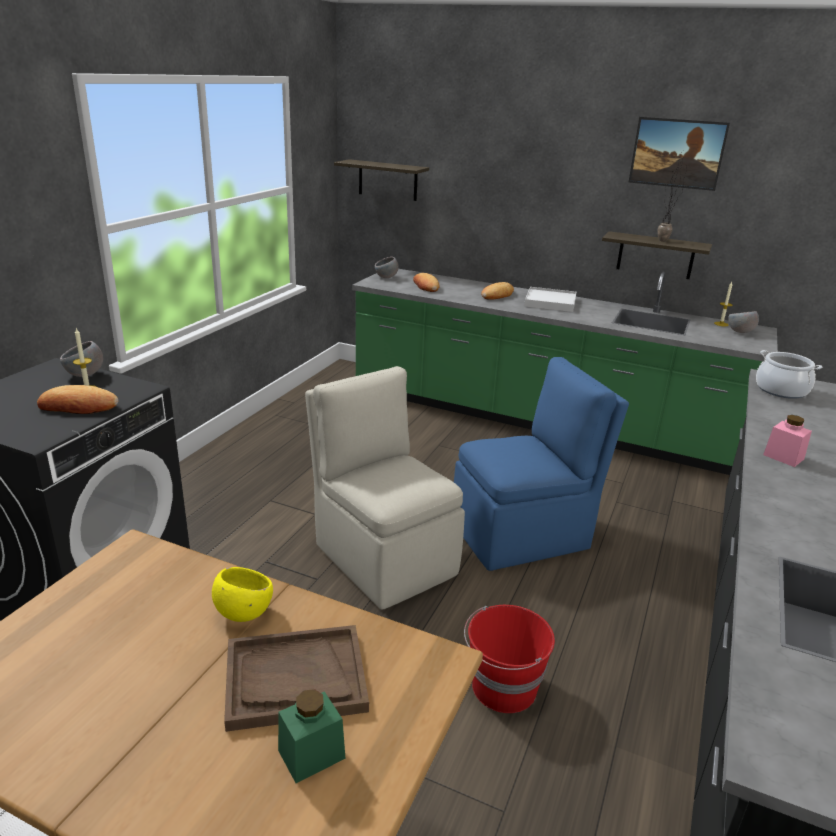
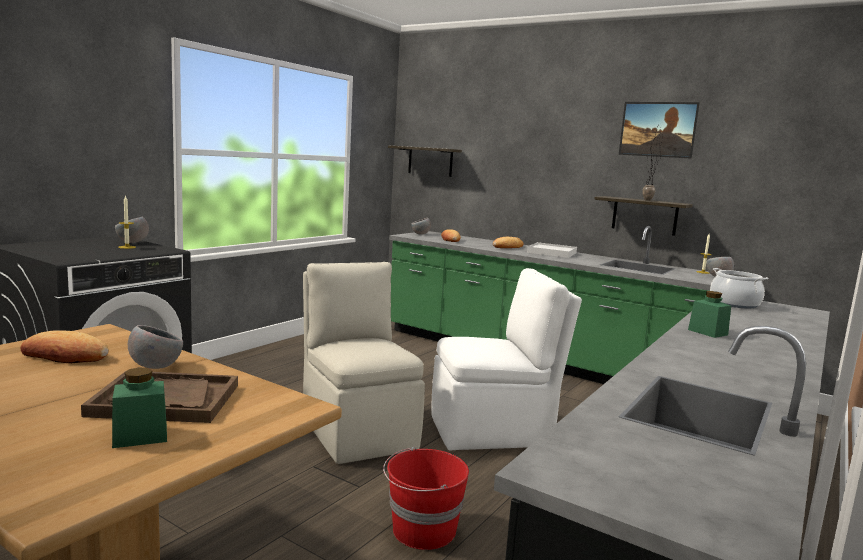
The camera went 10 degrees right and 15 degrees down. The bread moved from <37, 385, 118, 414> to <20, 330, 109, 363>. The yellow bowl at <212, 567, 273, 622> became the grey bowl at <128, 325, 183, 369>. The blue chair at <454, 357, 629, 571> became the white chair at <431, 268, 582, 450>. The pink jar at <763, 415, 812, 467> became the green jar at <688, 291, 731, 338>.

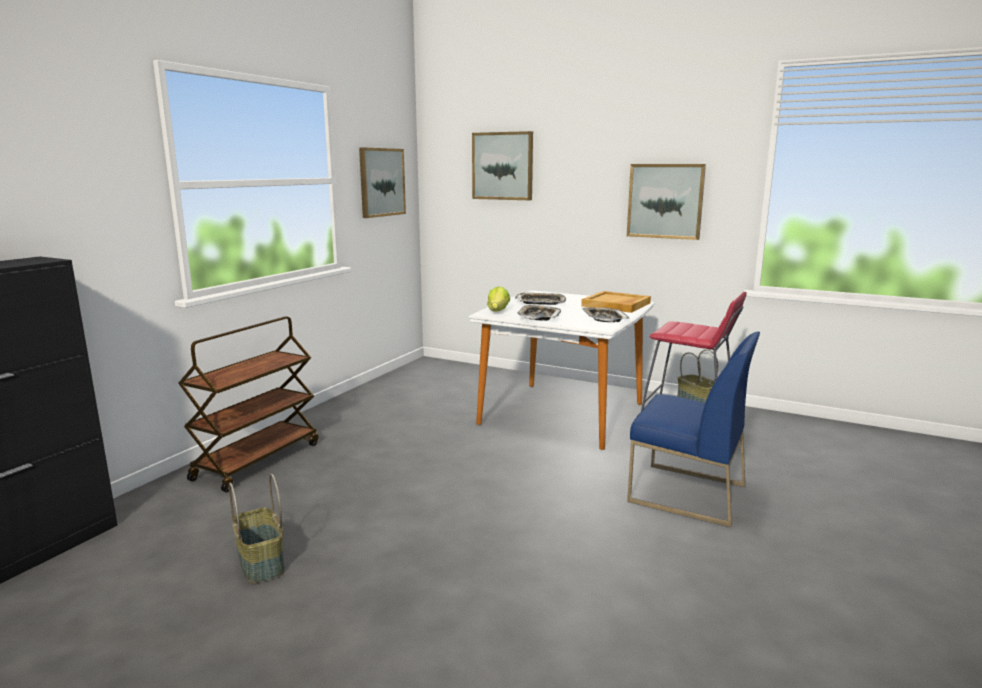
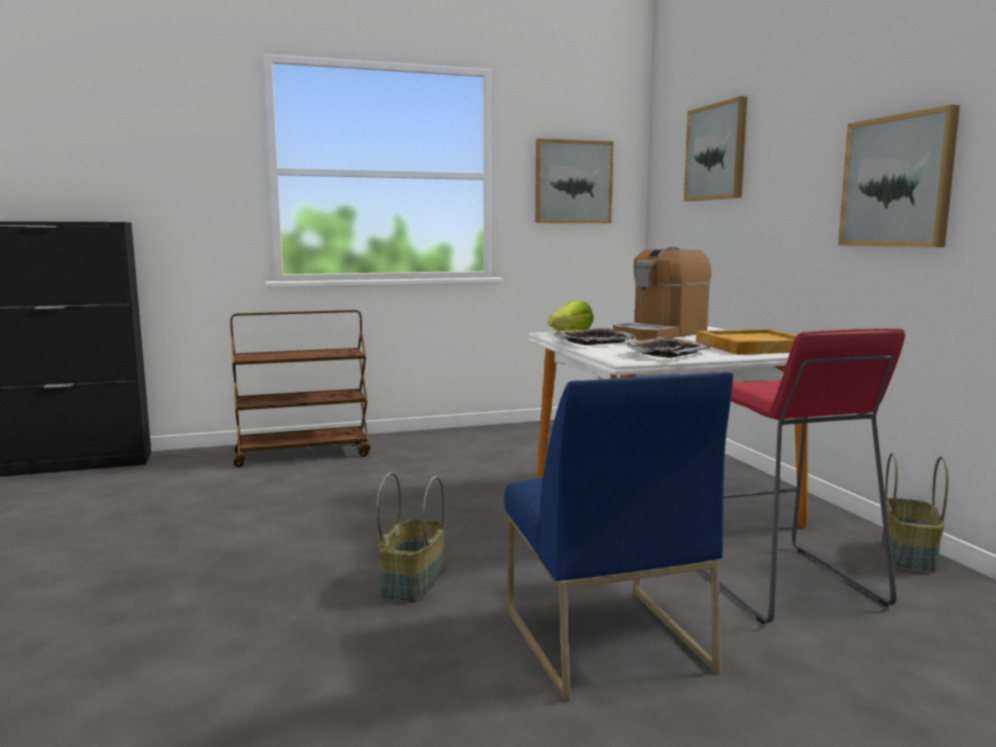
The camera went 45 degrees right and 5 degrees down. The basket moved from <229, 473, 285, 583> to <376, 472, 446, 602>. The tray at <515, 293, 566, 305> was replaced by the coffee machine at <613, 247, 712, 340>.

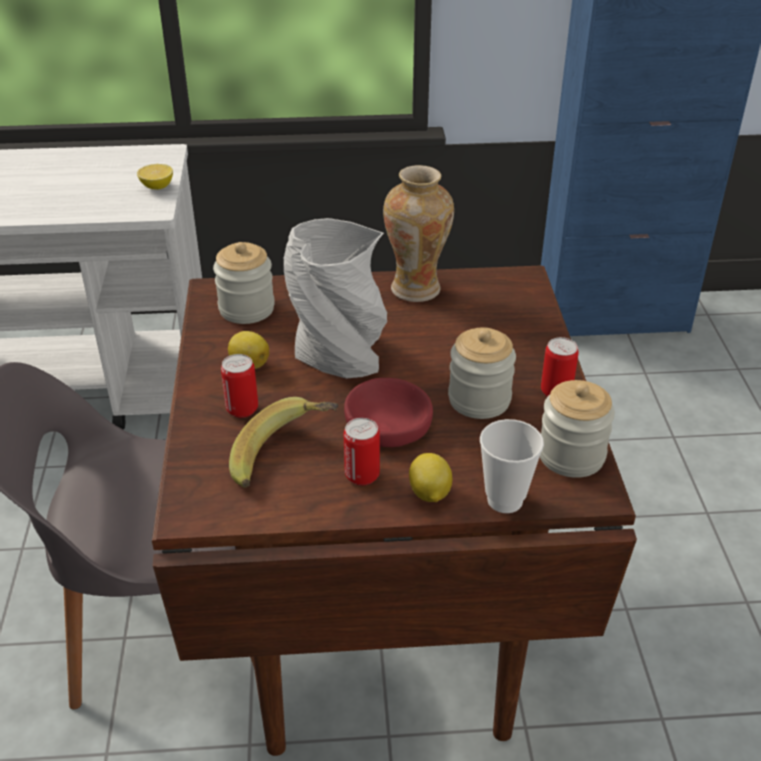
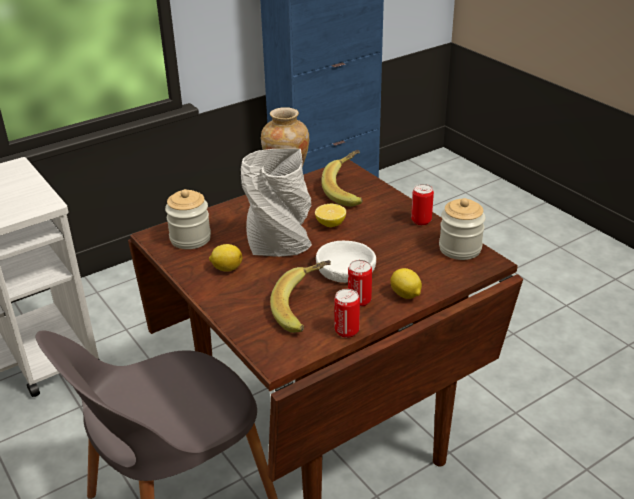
The camera went 30 degrees left and 5 degrees down. The lemon moved from <137, 164, 173, 190> to <315, 204, 346, 227>. The red bowl at <344, 378, 433, 447> became the white bowl at <316, 241, 376, 283>. The banana at <321, 150, 363, 207> appeared. The can moved from <221, 354, 258, 418> to <334, 289, 360, 338>. The jar at <448, 328, 516, 419> disappeared. The cup at <480, 419, 544, 513> disappeared.

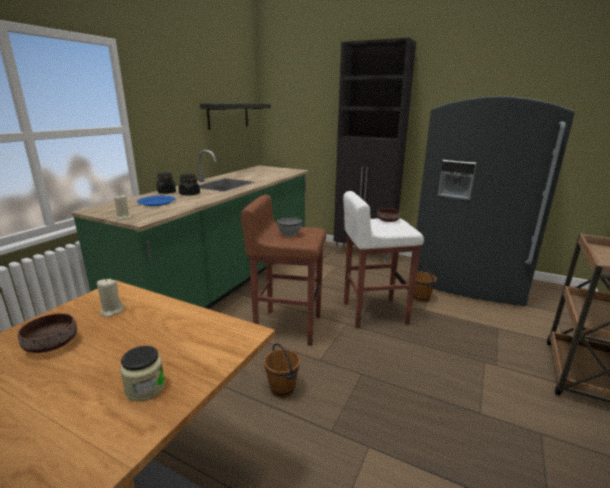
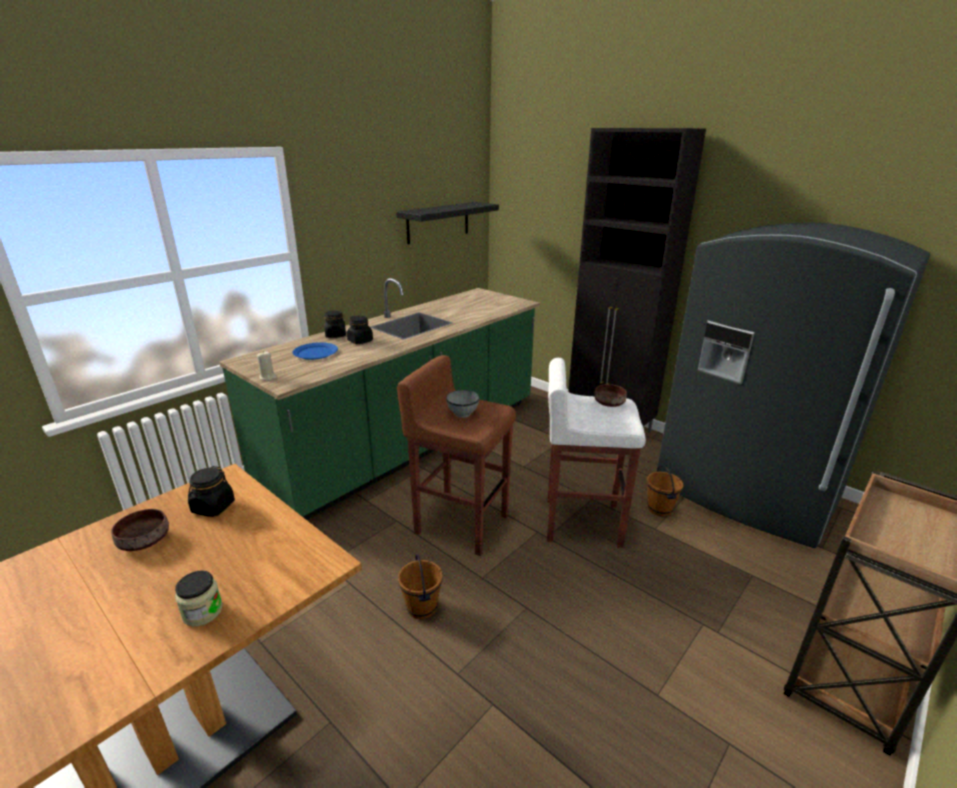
The camera went 15 degrees right and 5 degrees up. The beige candle at <97, 278, 125, 317> was replaced by the black jar at <188, 466, 235, 517>.

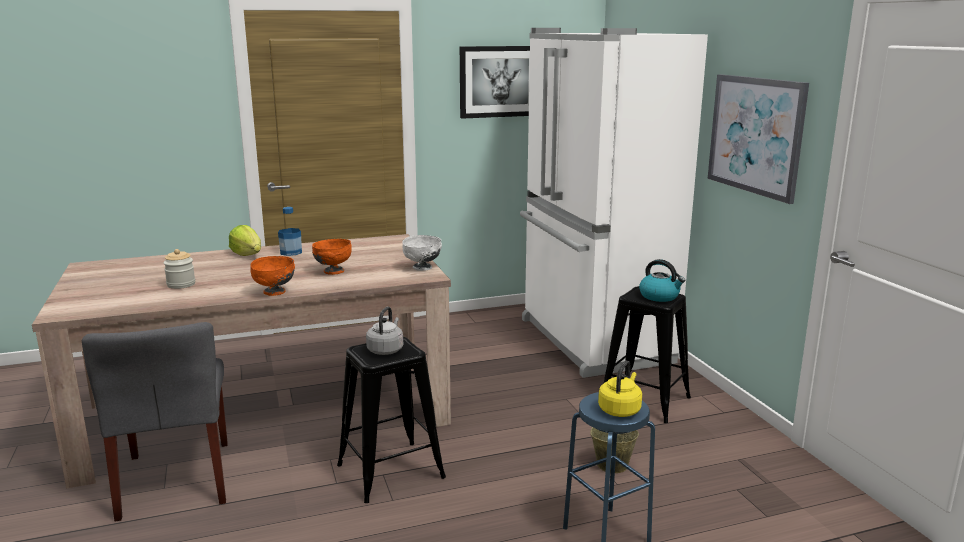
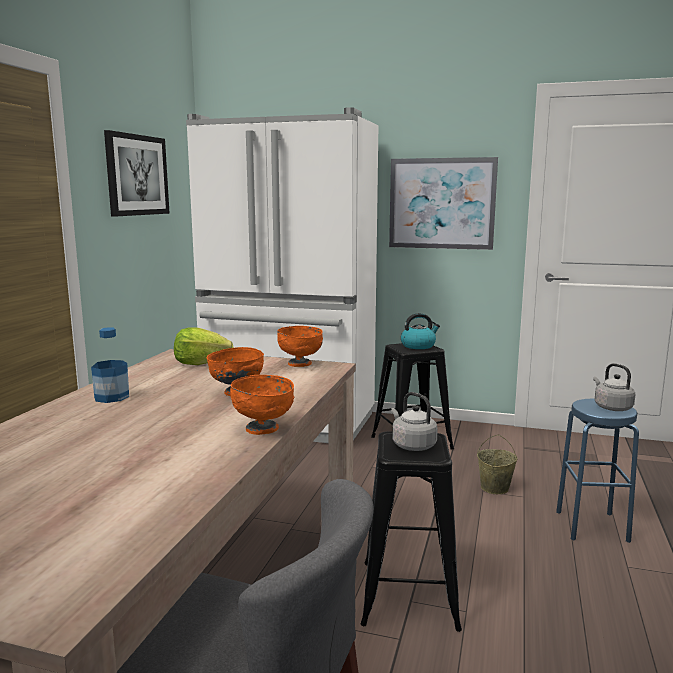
The camera went 55 degrees left and 5 degrees down. The lettuce moved from <229, 225, 261, 256> to <174, 327, 233, 365>. The white bowl at <402, 235, 442, 271> became the orange bowl at <277, 326, 323, 367>. The yellow kettle at <598, 361, 642, 417> became the grey kettle at <593, 363, 635, 411>. The jar at <163, 249, 195, 289> disappeared.

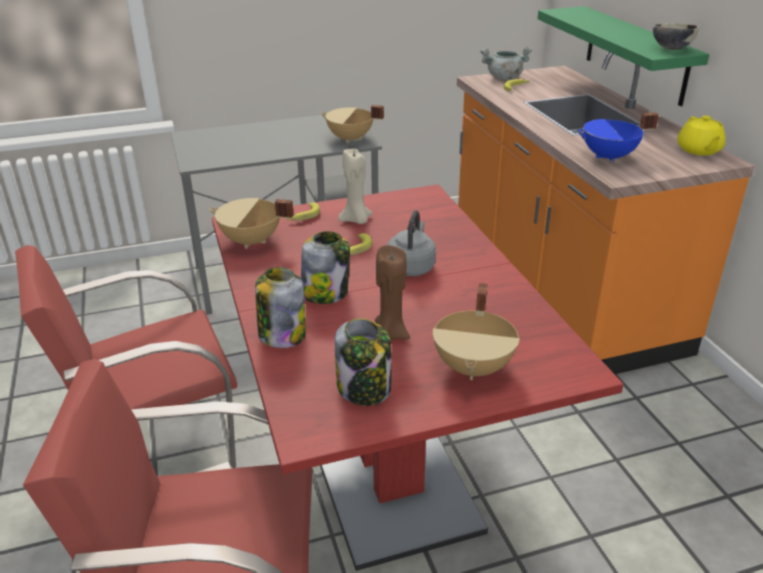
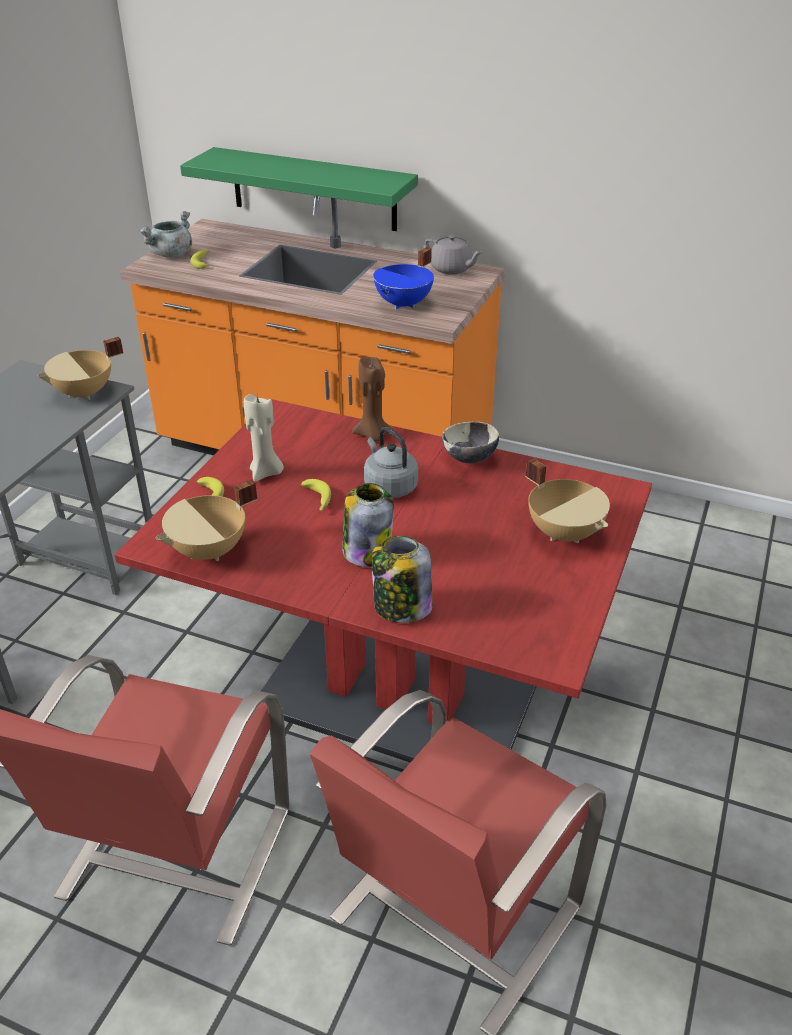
The camera went 50 degrees left and 5 degrees up. The brown candle moved from <375, 245, 410, 340> to <352, 357, 393, 442>. The yellow teapot at <677, 115, 725, 155> became the grey teapot at <425, 235, 483, 275>. The bowl moved from <653, 23, 699, 50> to <442, 422, 499, 464>. The jar at <335, 318, 391, 406> disappeared.

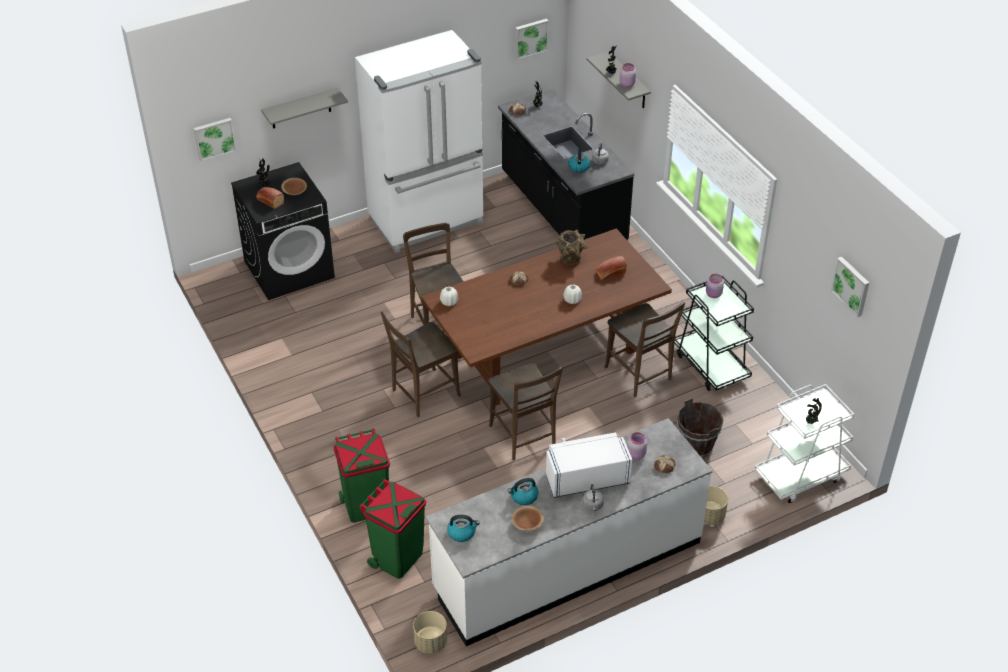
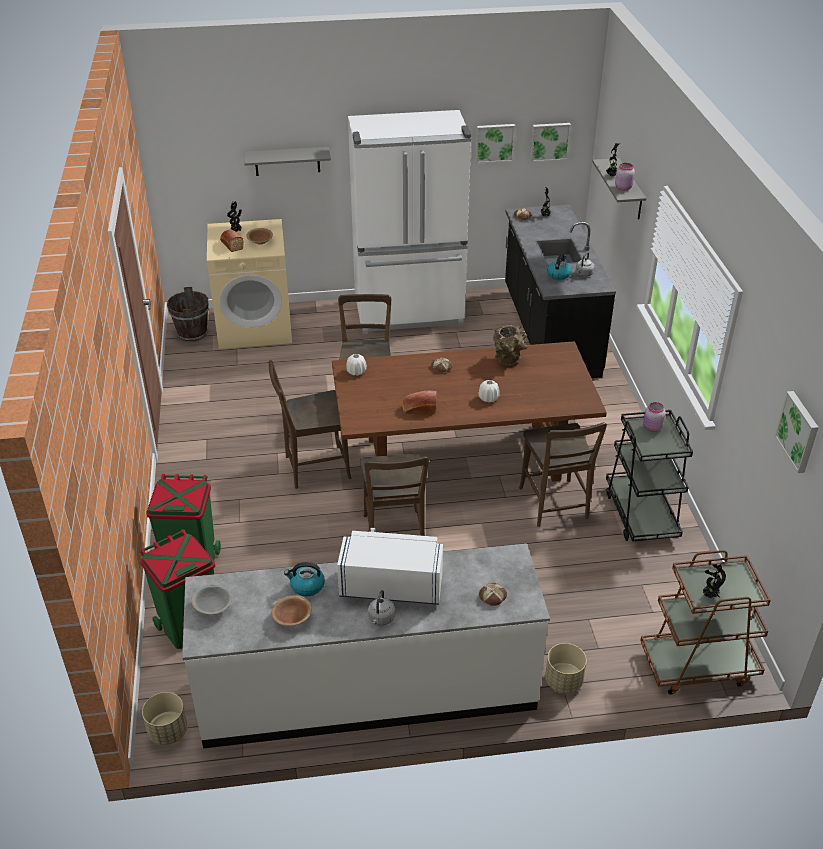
The camera went 20 degrees right and 5 degrees down. The brown bucket moved from <677, 398, 724, 458> to <167, 287, 209, 342>. The kettle at <447, 515, 480, 542> was replaced by the grey bowl at <191, 584, 232, 615>. The black washing machine at <231, 162, 335, 300> became the beige washing machine at <207, 219, 292, 349>. The bread moved from <596, 256, 627, 280> to <402, 390, 437, 414>. The picture moved from <194, 118, 237, 162> to <475, 124, 515, 164>. The white cart at <755, 384, 854, 503> became the brown cart at <640, 550, 771, 694>. The pink jar at <627, 432, 647, 459> disappeared.

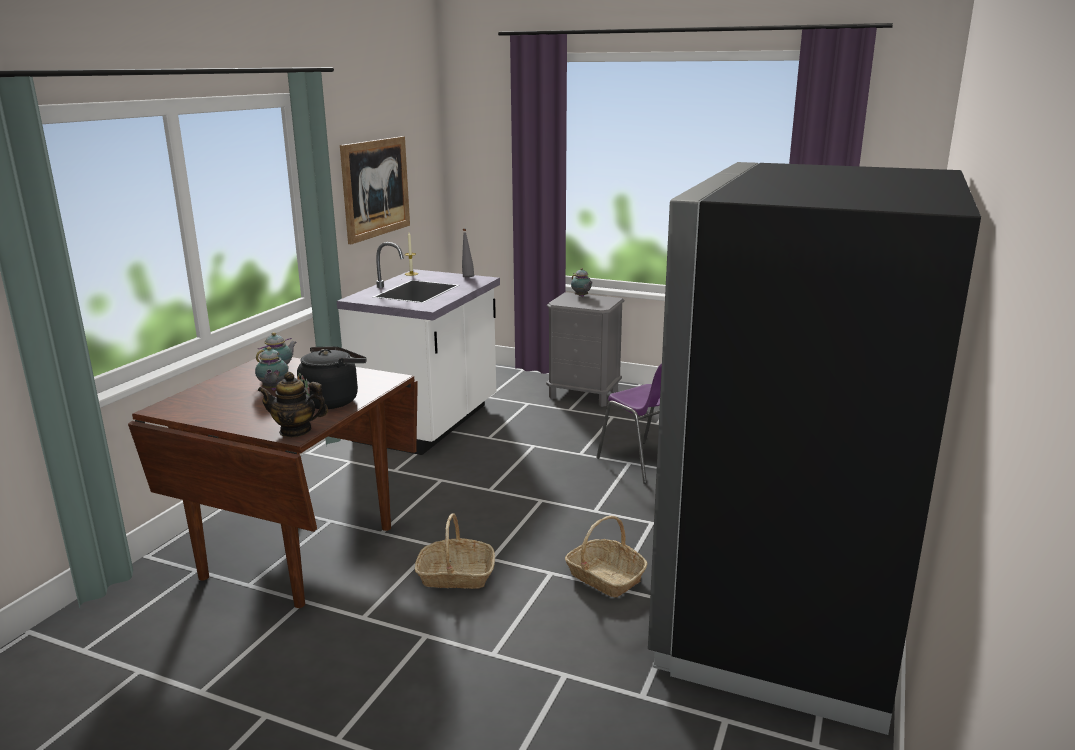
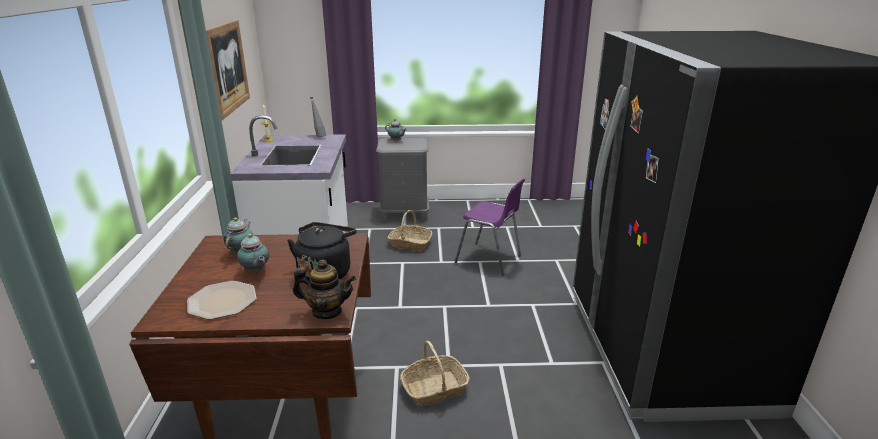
The camera went 25 degrees left and 5 degrees up. The plate at <187, 281, 256, 320> appeared. The teapot at <257, 372, 328, 437> turned 150 degrees counterclockwise. The basket moved from <565, 516, 648, 597> to <388, 210, 432, 251>.

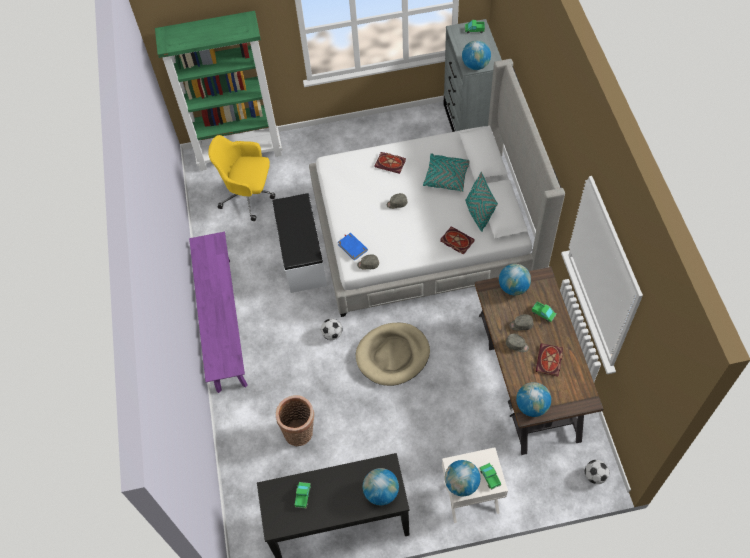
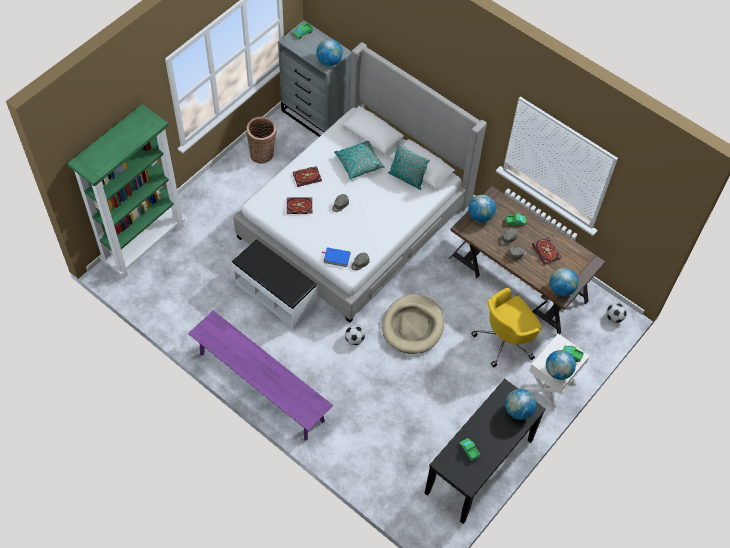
The camera went 45 degrees left and 0 degrees up. The basket moved from <276, 395, 314, 446> to <246, 117, 277, 164>. The book moved from <440, 226, 475, 255> to <287, 197, 312, 214>. The yellow office chair moved from <208, 135, 275, 221> to <471, 288, 542, 368>.

